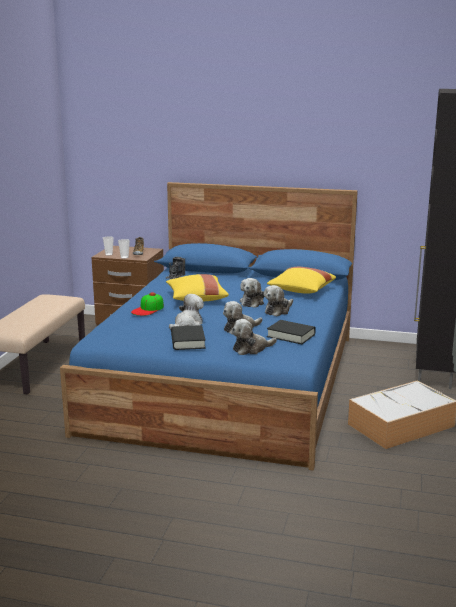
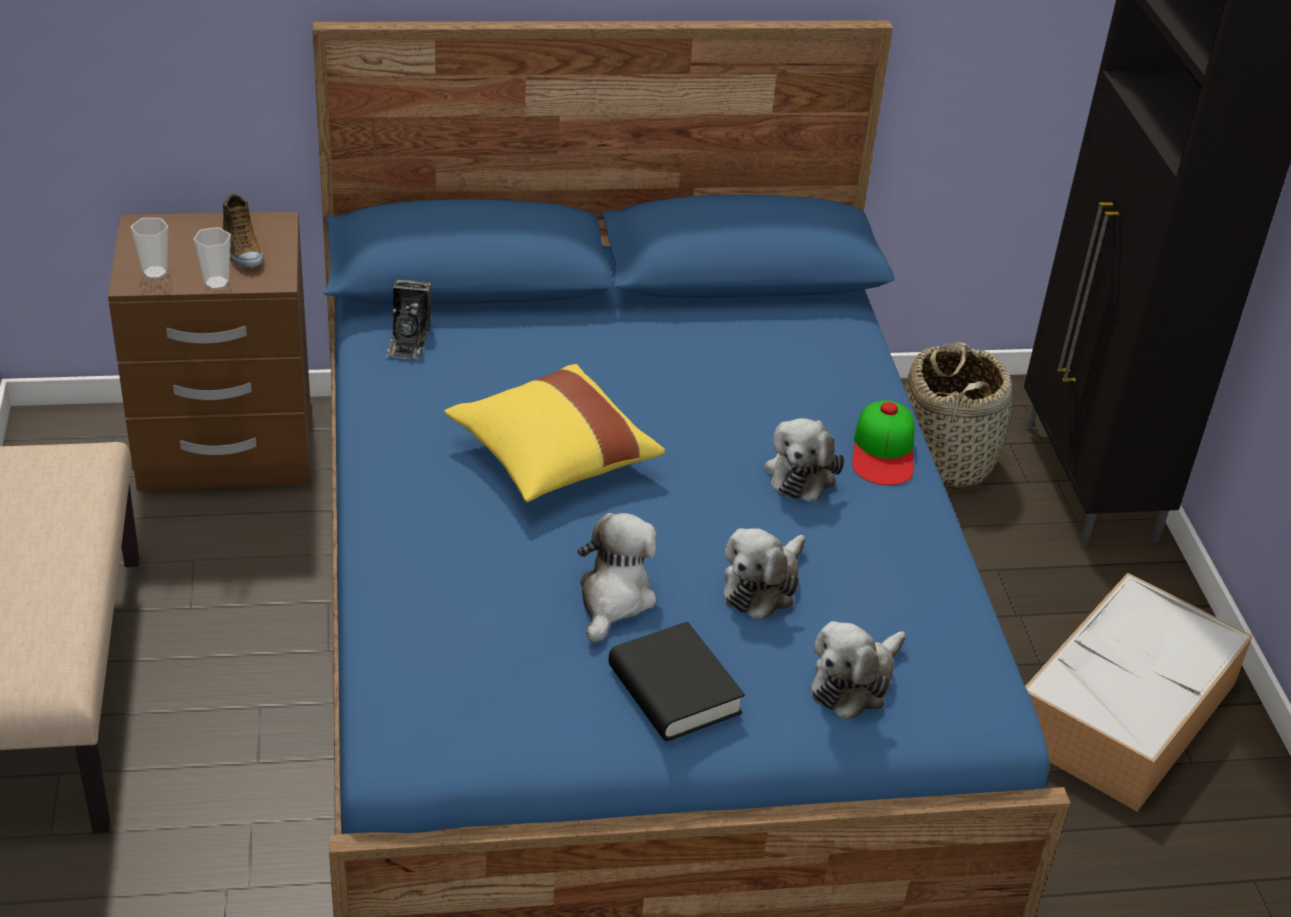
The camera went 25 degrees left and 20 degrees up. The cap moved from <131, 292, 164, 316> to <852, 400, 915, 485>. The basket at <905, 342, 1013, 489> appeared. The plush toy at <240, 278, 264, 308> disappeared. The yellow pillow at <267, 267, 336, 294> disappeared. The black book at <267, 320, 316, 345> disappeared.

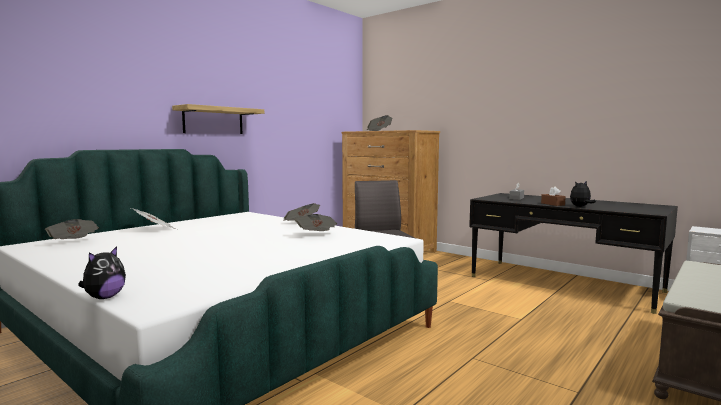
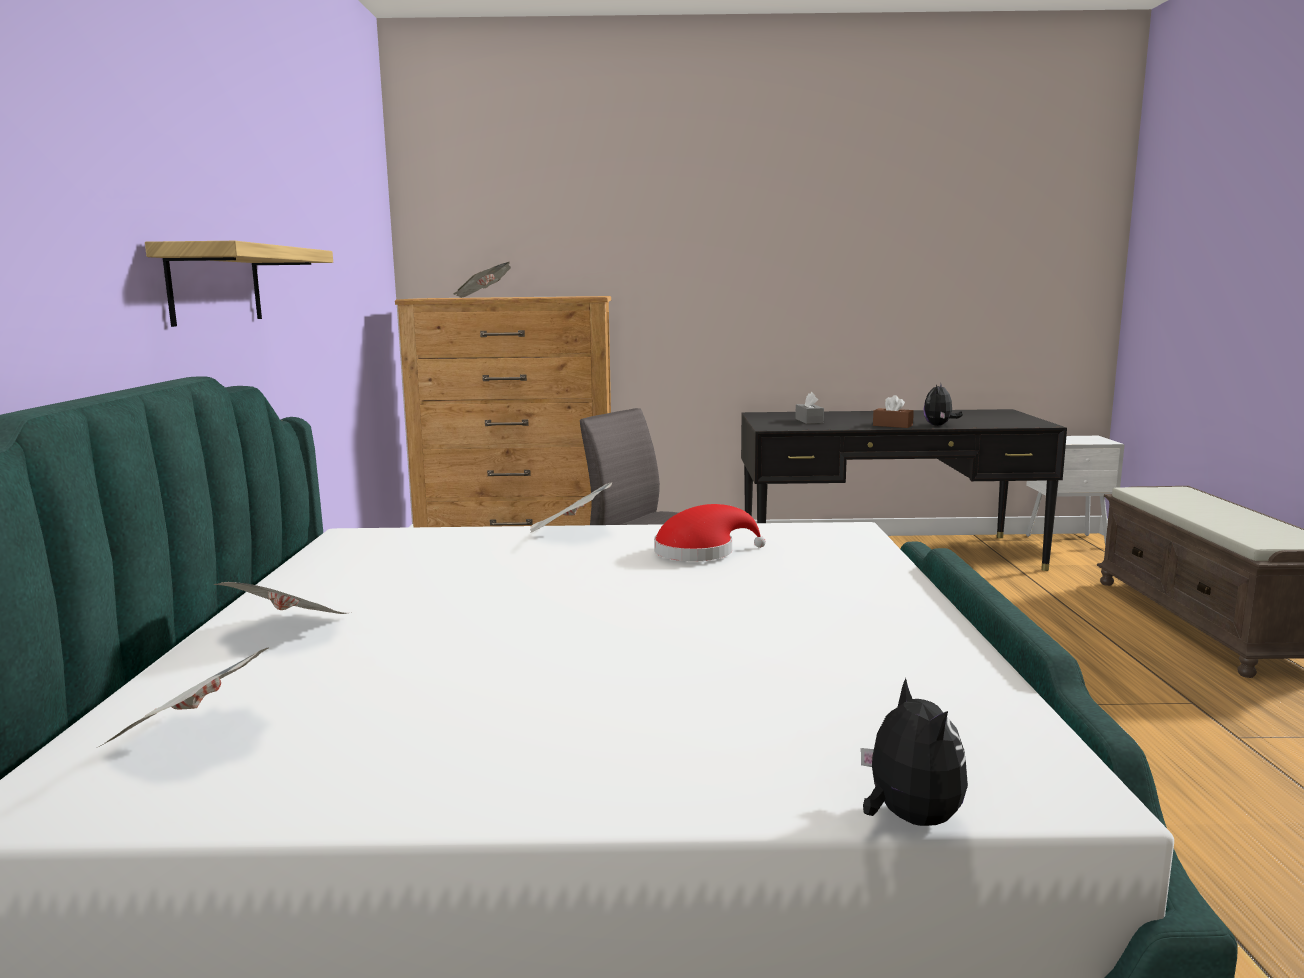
The camera went 40 degrees left and 5 degrees up. The newspaper at <294, 214, 337, 231> was replaced by the red hat at <654, 504, 766, 561>.

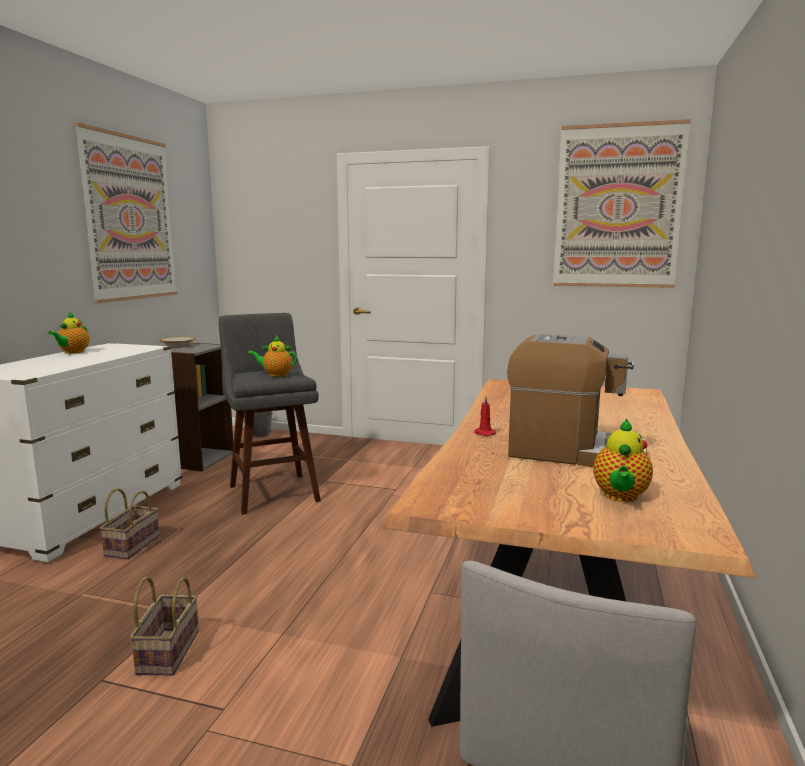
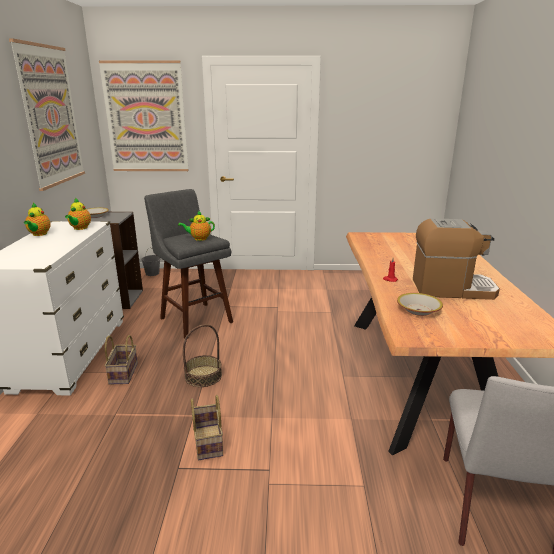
The camera went 15 degrees left and 10 degrees up. The teapot moved from <593, 418, 653, 502> to <65, 198, 91, 230>. The picture moved from <553, 119, 691, 288> to <99, 61, 189, 171>. The basket at <183, 324, 222, 387> appeared. The bowl at <397, 293, 443, 316> appeared.

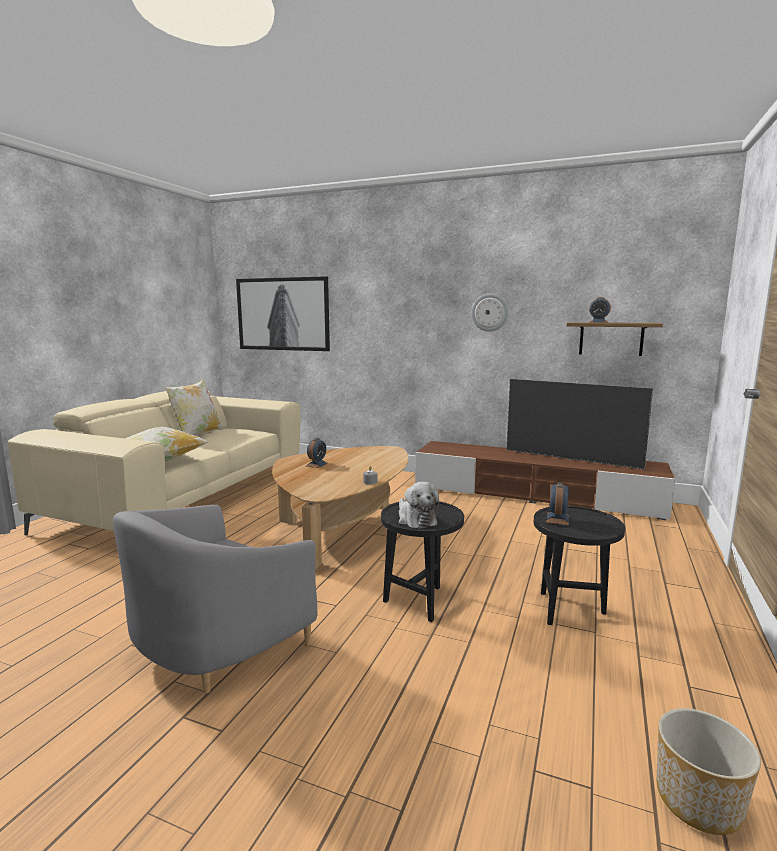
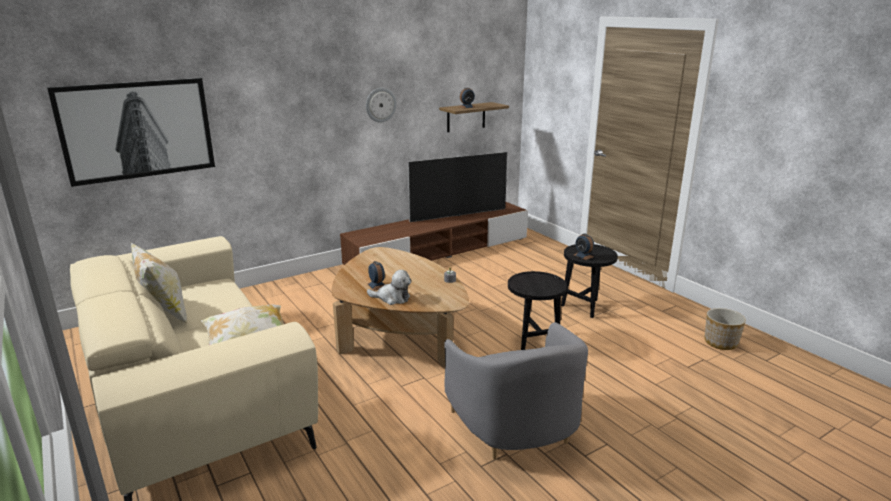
The camera went 55 degrees left and 10 degrees up. The plush toy moved from <399, 482, 440, 529> to <367, 270, 411, 305>.

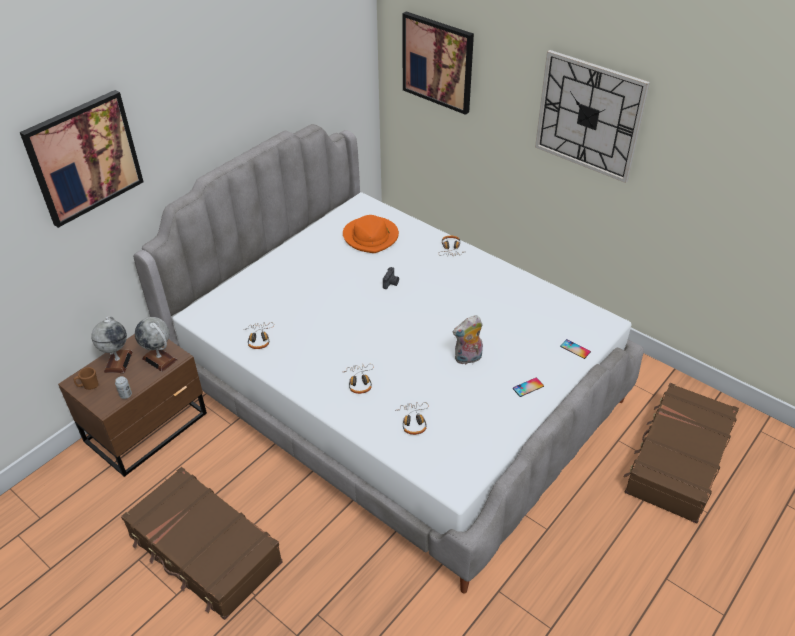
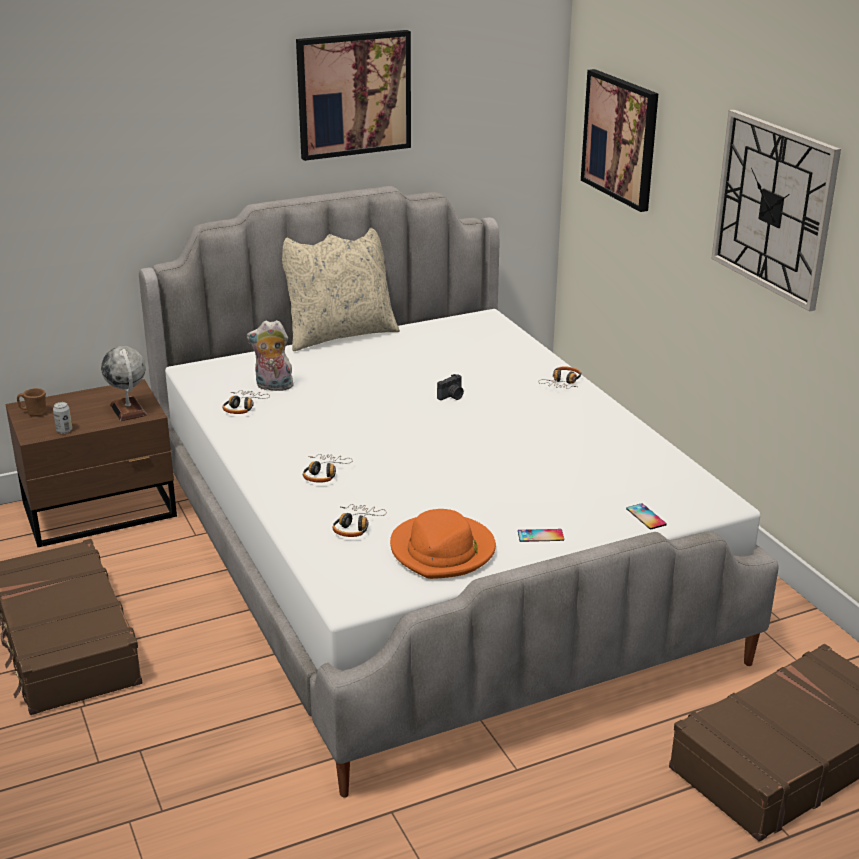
The camera went 25 degrees right and 15 degrees down. The plush toy moved from <453, 315, 483, 365> to <247, 320, 293, 391>. The beige pillow at <282, 227, 400, 351> appeared. The picture moved from <20, 90, 144, 228> to <296, 30, 411, 161>. The orange hat moved from <343, 215, 399, 253> to <390, 509, 496, 579>. The globe at <91, 316, 133, 373> disappeared.

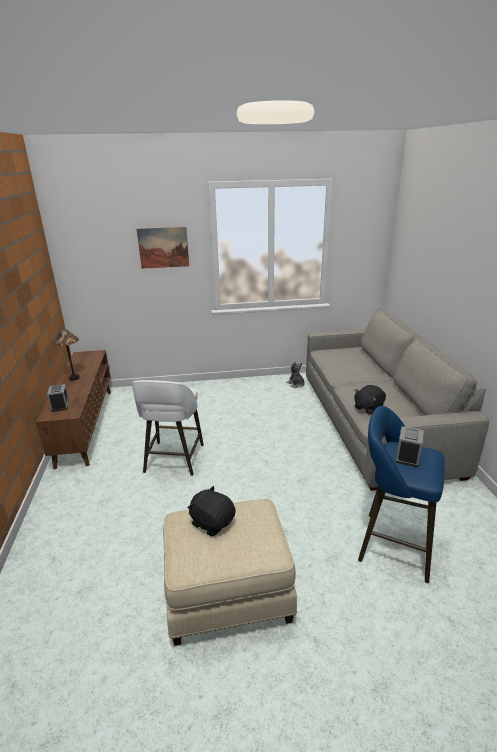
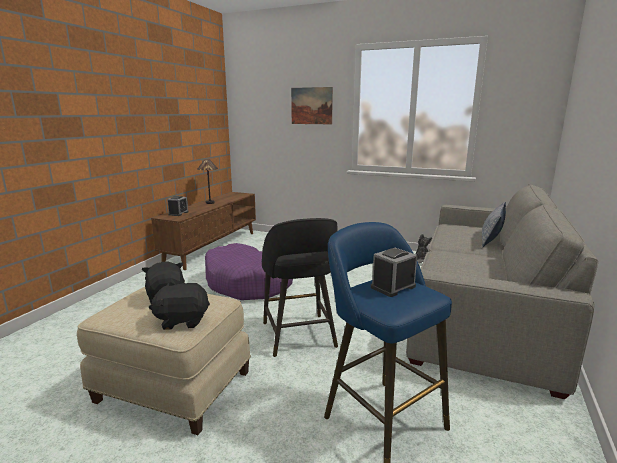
The camera went 30 degrees right and 10 degrees down. The black plush toy moved from <354, 385, 386, 415> to <148, 283, 210, 330>. The white stool at <132, 380, 204, 476> was replaced by the purple dog bed at <205, 243, 293, 300>. The black stool at <262, 218, 338, 357> appeared. The pillow at <482, 202, 506, 248> appeared.

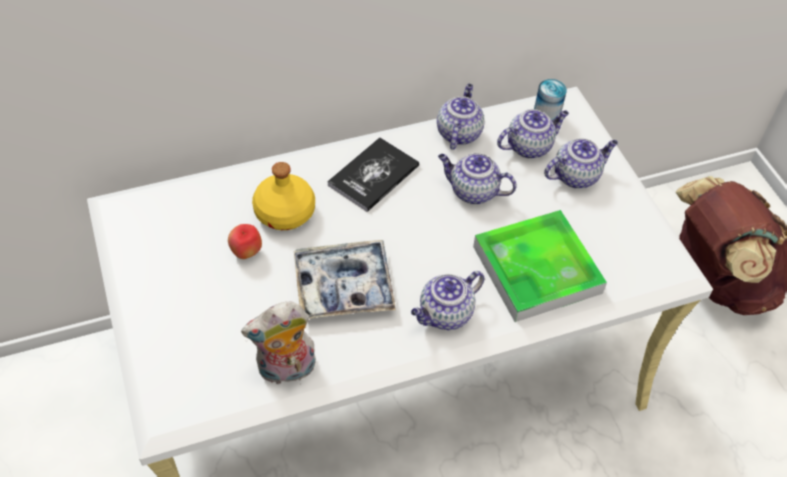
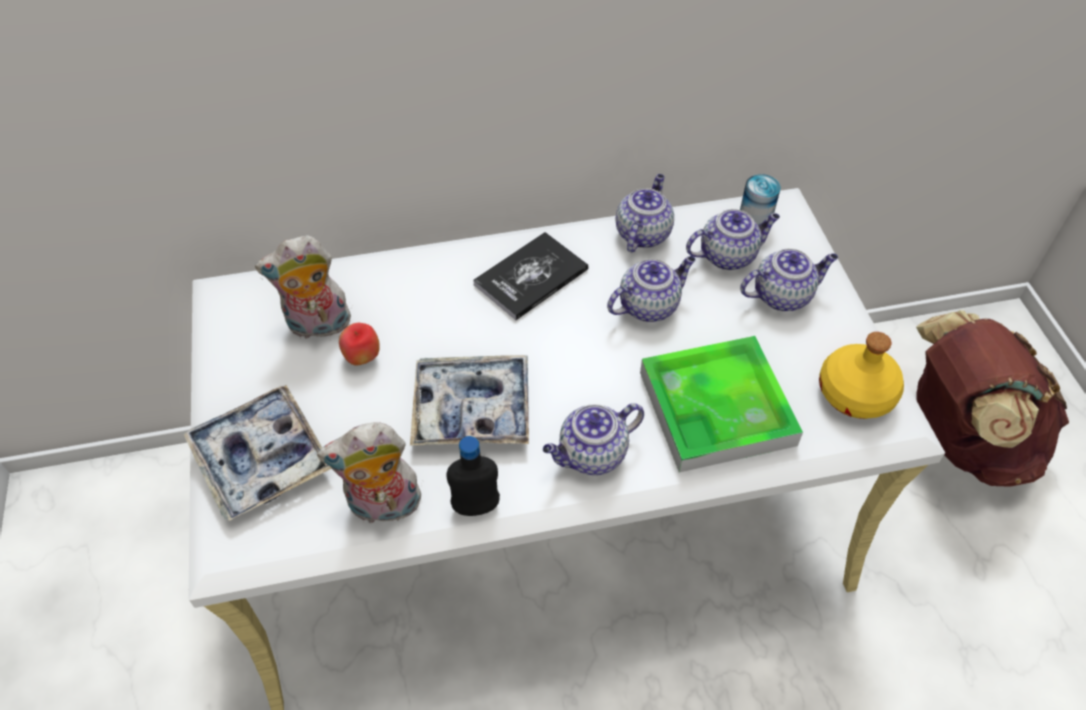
The camera went 10 degrees right and 0 degrees up. The tray at <183, 385, 332, 521> appeared. The plush toy at <255, 235, 352, 339> appeared. The black bottle at <446, 436, 500, 516> appeared. The teapot at <438, 153, 517, 204> turned 120 degrees clockwise. The yellow bottle moved from <252, 162, 315, 230> to <819, 332, 904, 419>.

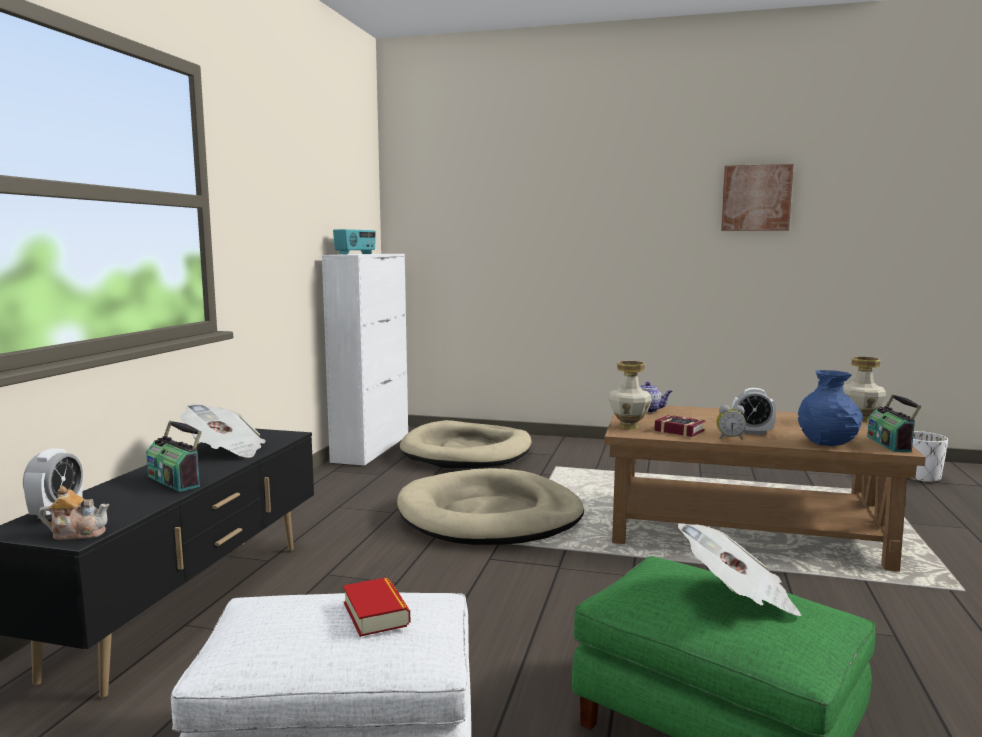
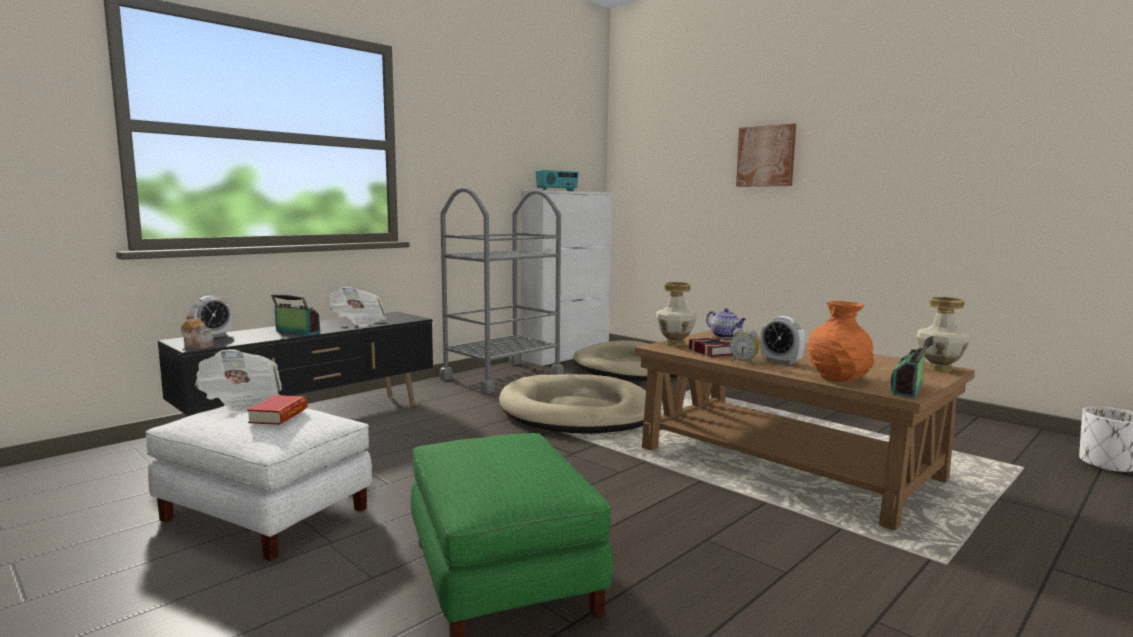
The camera went 30 degrees right and 0 degrees up. The newspaper moved from <678, 523, 802, 616> to <195, 349, 282, 414>. The radio at <146, 421, 202, 492> turned 135 degrees clockwise. The grey cart at <440, 187, 564, 393> appeared. The picture moved from <721, 164, 794, 231> to <736, 124, 796, 187>. The blue vase at <798, 370, 863, 446> became the orange vase at <808, 301, 874, 382>.

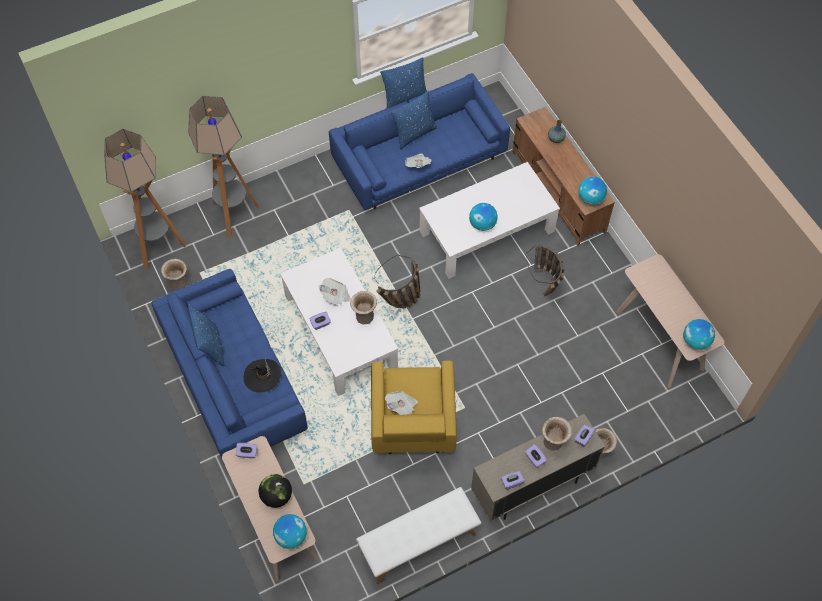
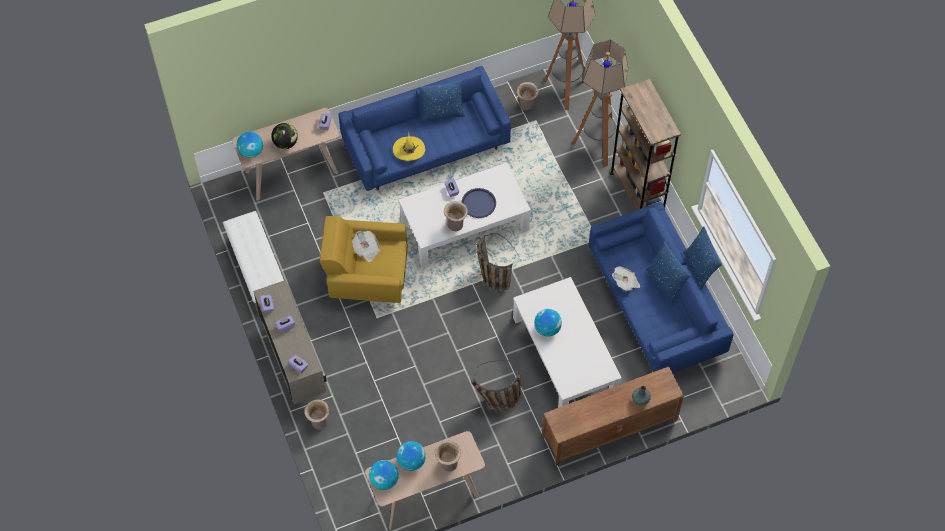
The camera went 95 degrees right and 0 degrees up. The black hat at <244, 358, 281, 393> became the yellow hat at <393, 132, 425, 161>. The globe moved from <578, 177, 607, 205> to <397, 441, 426, 471>. The beige vase moved from <542, 417, 572, 451> to <435, 440, 461, 471>. The newspaper at <319, 278, 351, 305> was replaced by the blue tray at <461, 188, 496, 218>. The brown bookcase at <610, 79, 681, 210> appeared.

